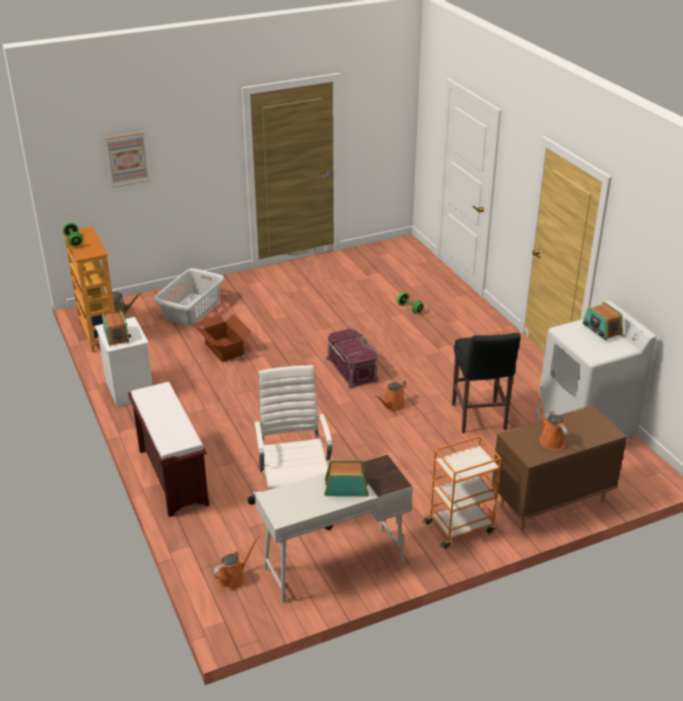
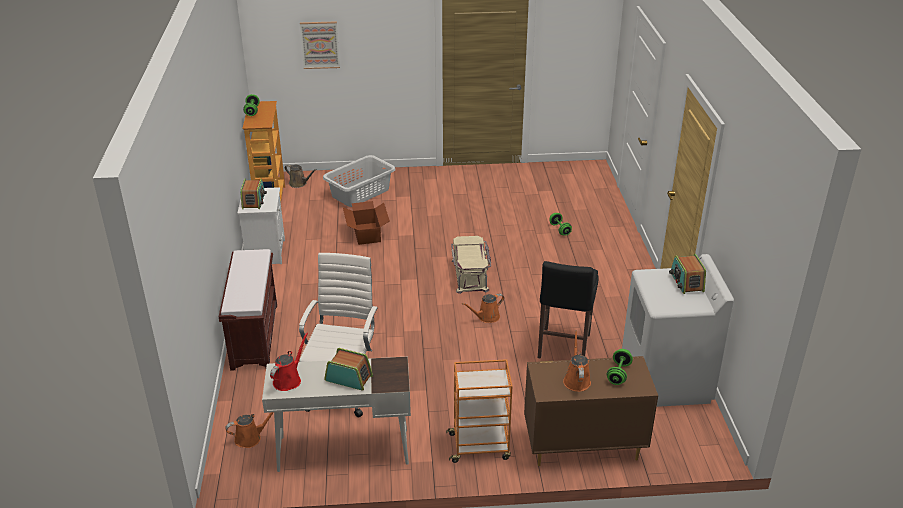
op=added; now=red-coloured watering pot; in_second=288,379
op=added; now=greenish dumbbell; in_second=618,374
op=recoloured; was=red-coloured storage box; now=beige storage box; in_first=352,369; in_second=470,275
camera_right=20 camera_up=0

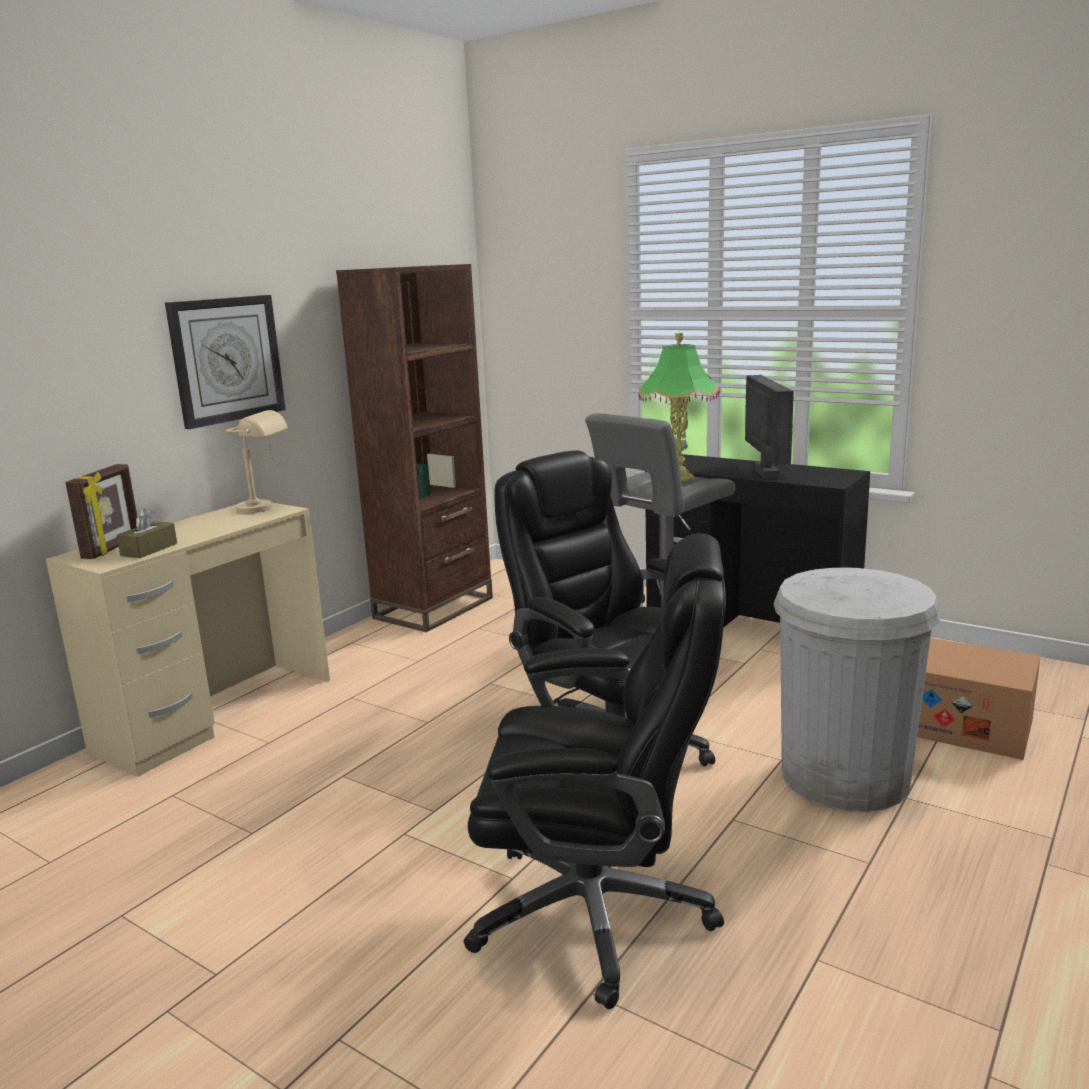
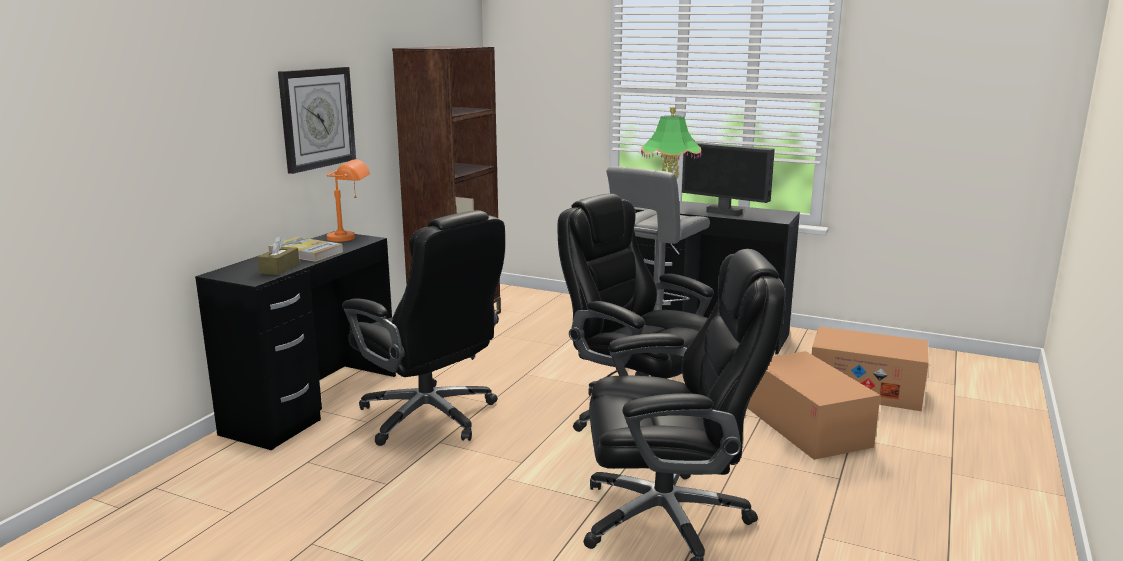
op=removed; was=picture frame; in_first=113,548
op=added; now=book; in_second=306,252
op=added; now=black-coloured office chair; in_second=430,417
op=replaced; was=white-coloured waste bin; now=packing box; in_first=844,776; in_second=807,426
op=recoloured; was=beige desk unit; now=black-coloured desk unit; in_first=216,713; in_second=313,403
op=recoloured; was=beige tabletop lamp; now=orange tabletop lamp; in_first=266,508; in_second=351,238
op=turned; was=computer display; in_first=764,473; in_second=724,213; clockwise=135
camera_right=-10 camera_up=0

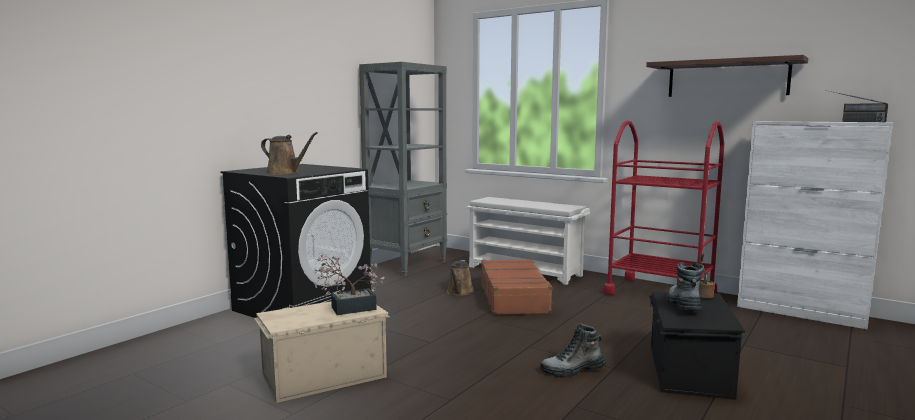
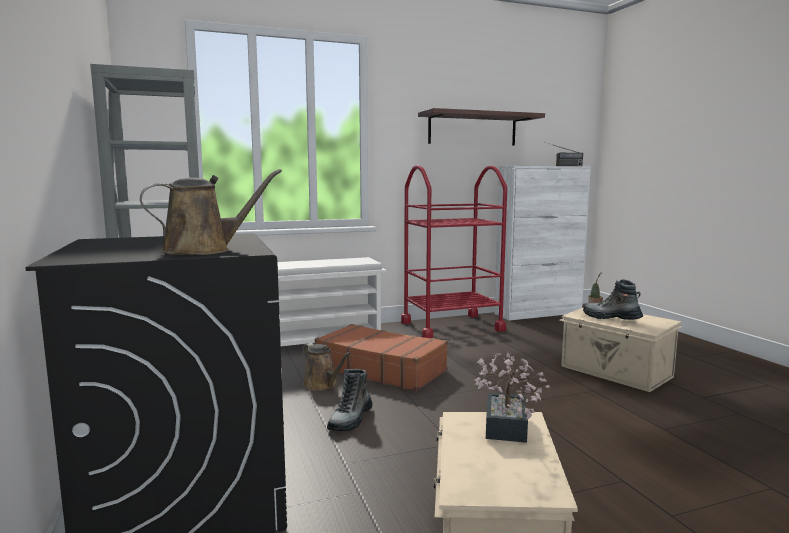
op=moved; was=tall boot; in_first=572,370; in_second=351,419
op=recoloured; was=black-coloured storage box; now=beige storage box; in_first=687,371; in_second=616,372
camera_right=-55 camera_up=0

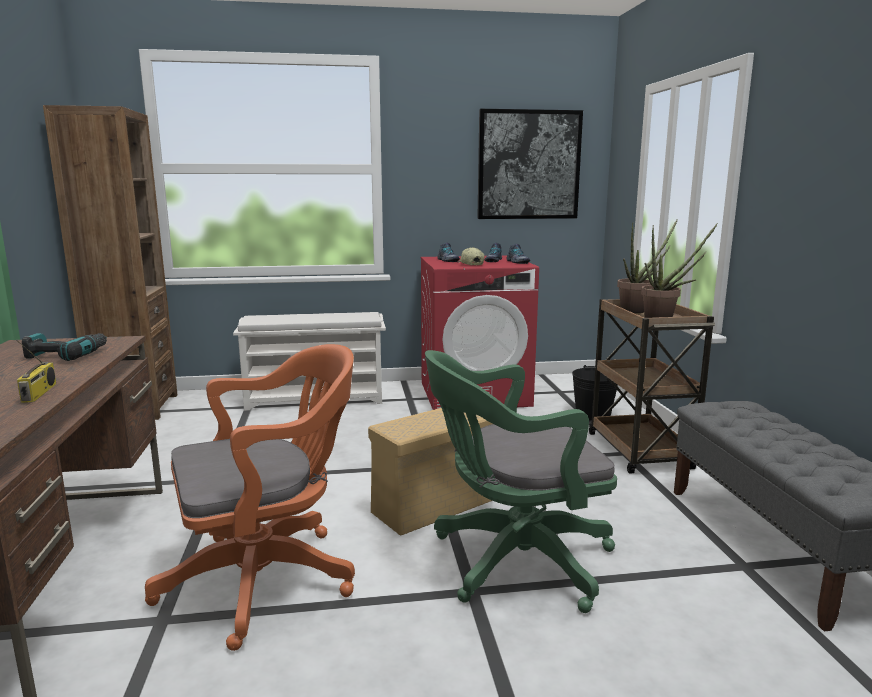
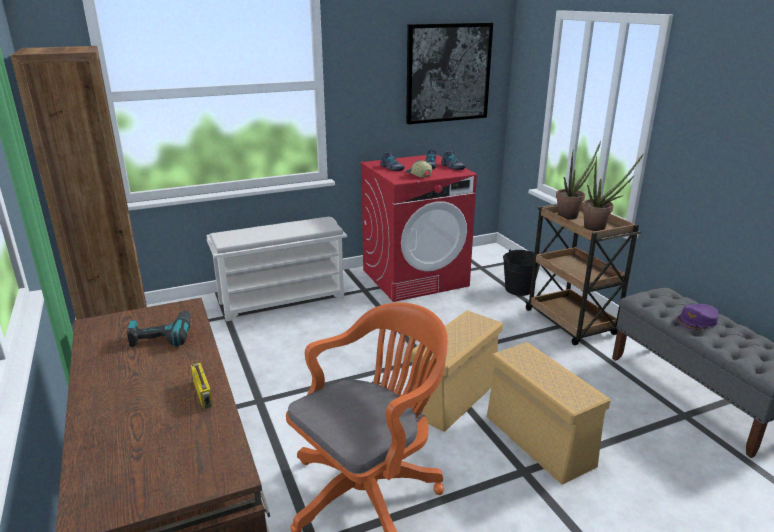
op=added; now=purplish peaked cap; in_second=697,321
op=replaced; was=greenish office chair; now=beige storage box; in_first=513,561; in_second=537,440
camera_right=-15 camera_up=10

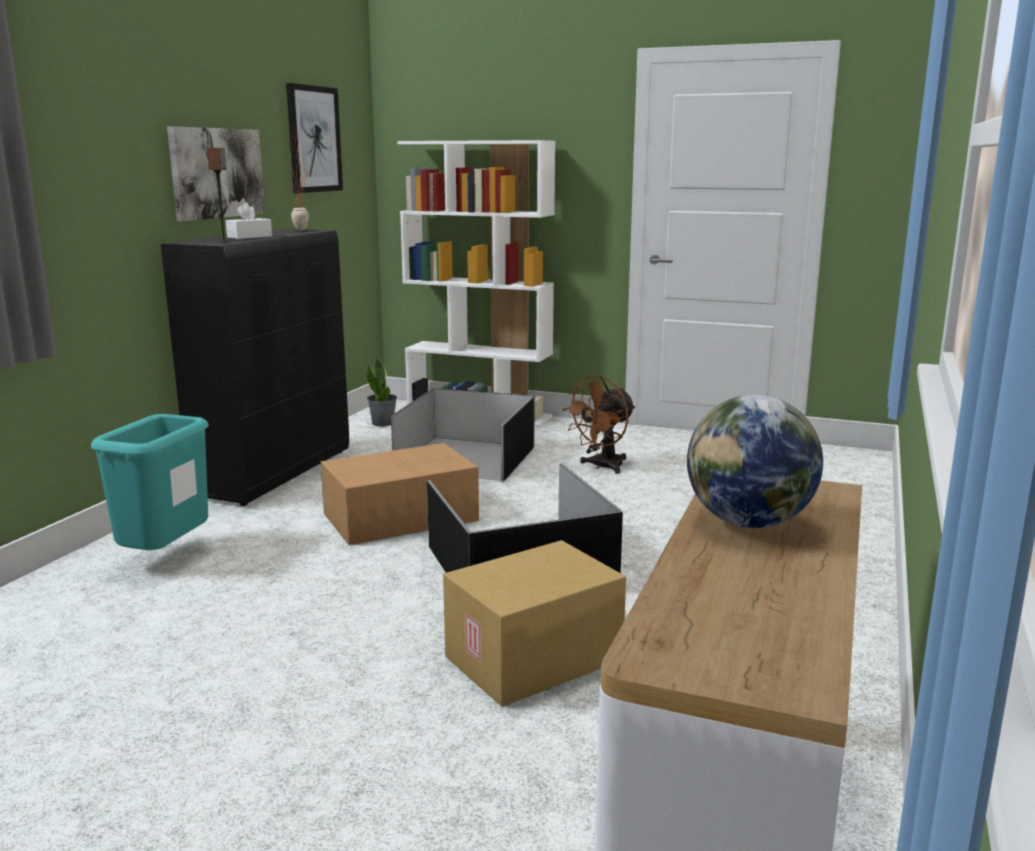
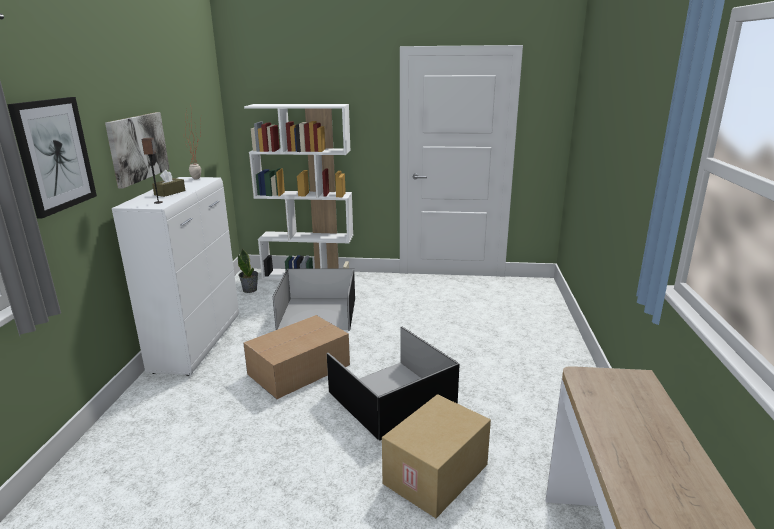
op=removed; was=blue-green waste bin; in_first=166,557
op=removed; was=brown cooling fan; in_first=602,467
op=removed; was=globe; in_first=749,523
op=moved; was=wall picture; in_first=313,139; in_second=54,155
op=recoloured; was=black-coloured cupboard; now=white-coloured cupboard; in_first=276,473; in_second=197,343
op=recoloured; was=white-coloured tissue holder; now=brown tissue holder; in_first=249,237; in_second=170,193
camera_right=-15 camera_up=5

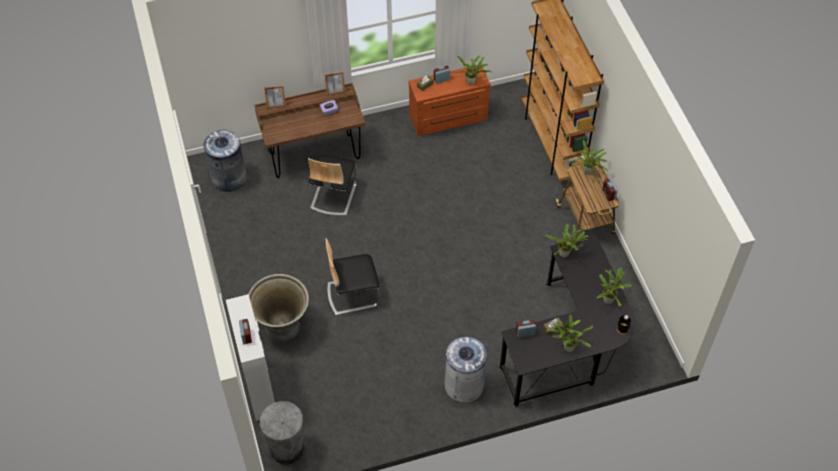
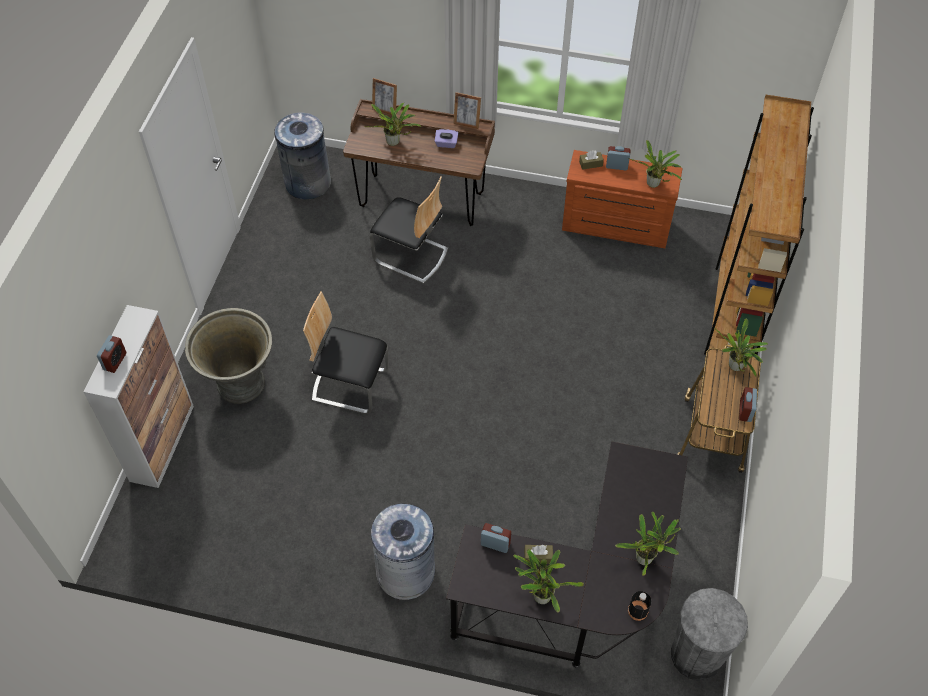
op=moved; was=grey waste bin; in_first=287,448; in_second=696,654
op=moved; was=houseplant; in_first=565,254; in_second=394,143
op=turned; was=upright chair; in_first=333,195; in_second=411,256; clockwise=-105
camera_right=30 camera_up=0

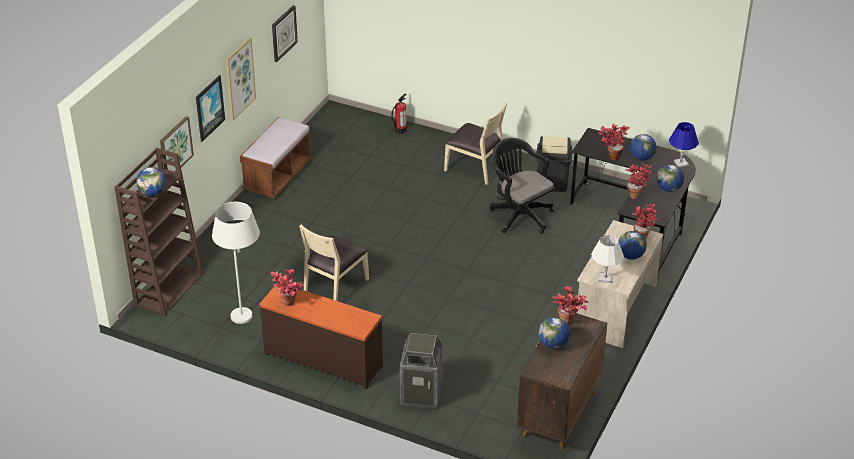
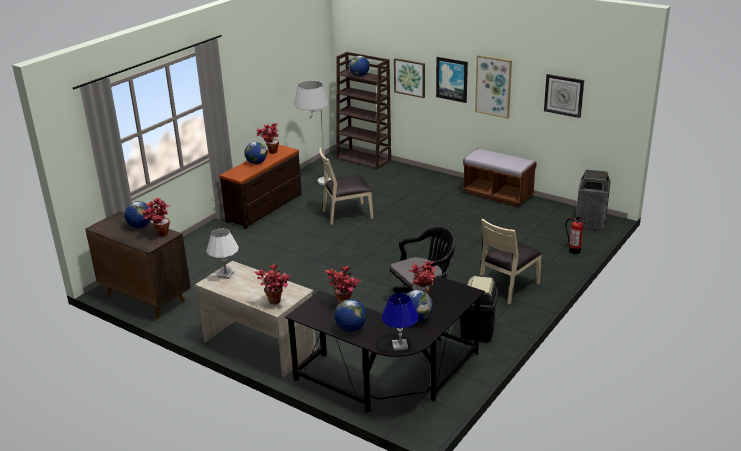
op=moved; was=waste bin; in_first=421,394; in_second=590,223
op=moved; was=globe; in_first=630,256; in_second=256,163
op=turned; was=beige upright chair; in_first=335,286; in_second=347,214; clockwise=-60
camera_right=100 camera_up=-10

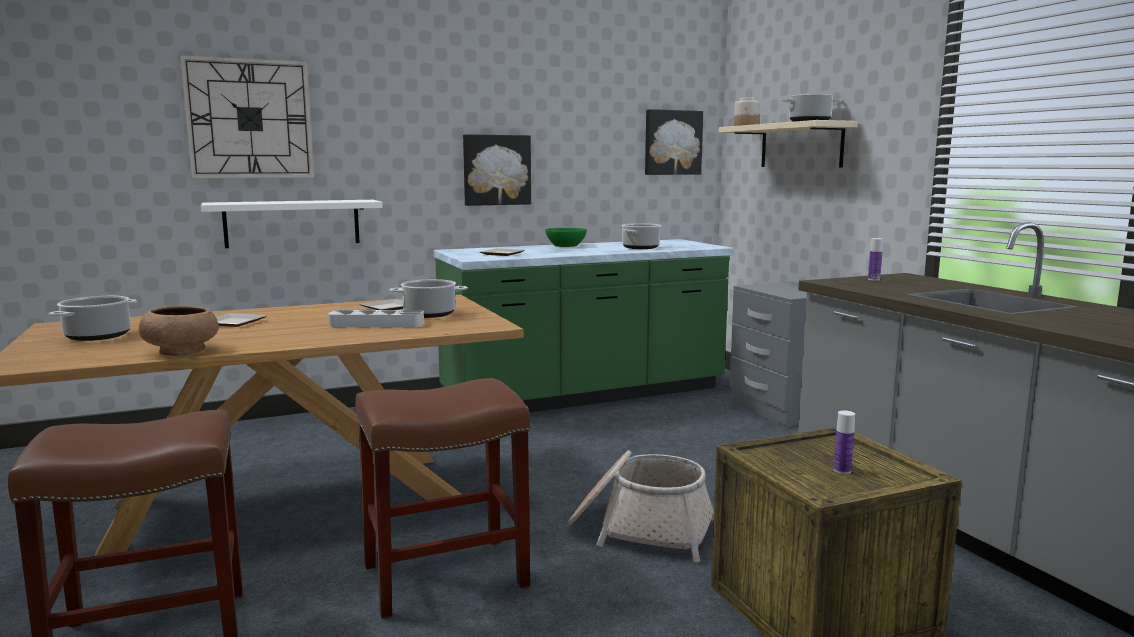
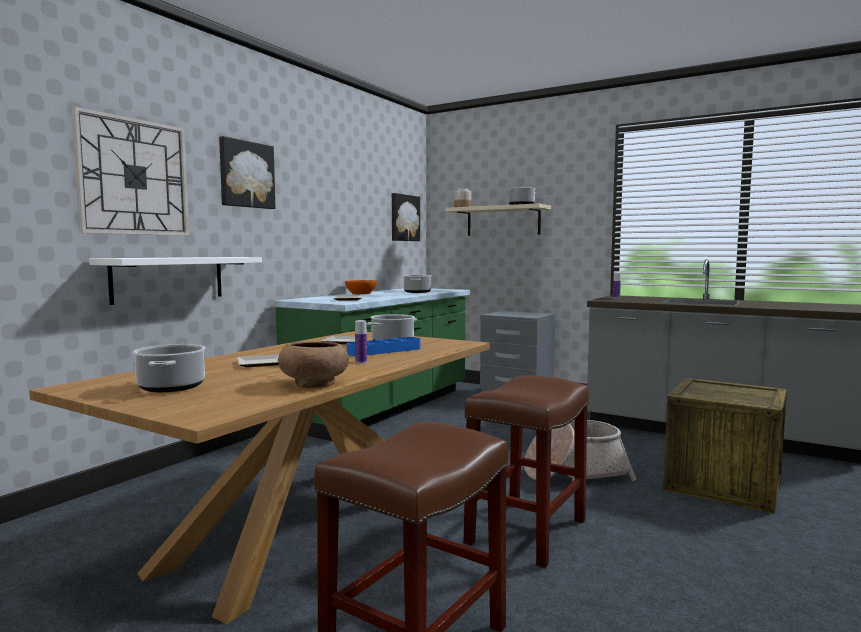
op=moved; was=wall picture; in_first=496,170; in_second=246,174
op=moved; was=drink bottle; in_first=842,470; in_second=361,362
op=recoloured; was=grey serving tray; now=blue-coloured serving tray; in_first=376,324; in_second=384,351
op=recoloured; was=greenish serving bowl; now=orange serving bowl; in_first=566,245; in_second=361,293
camera_right=-35 camera_up=-5

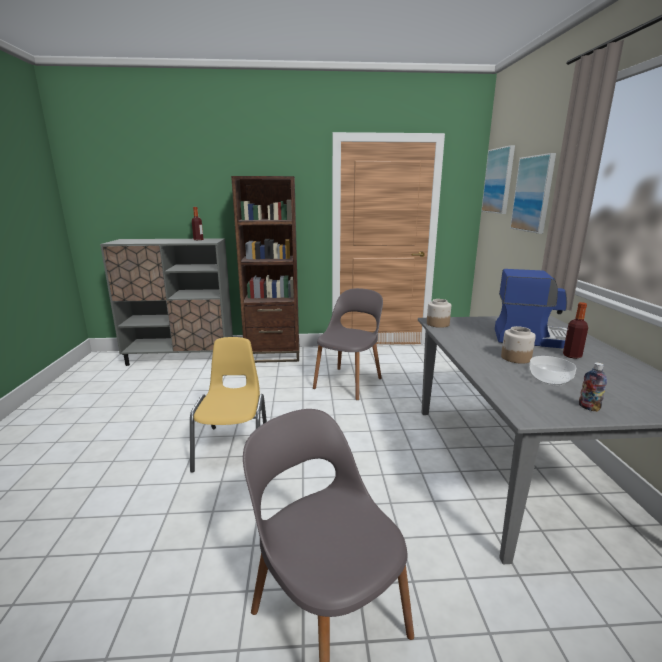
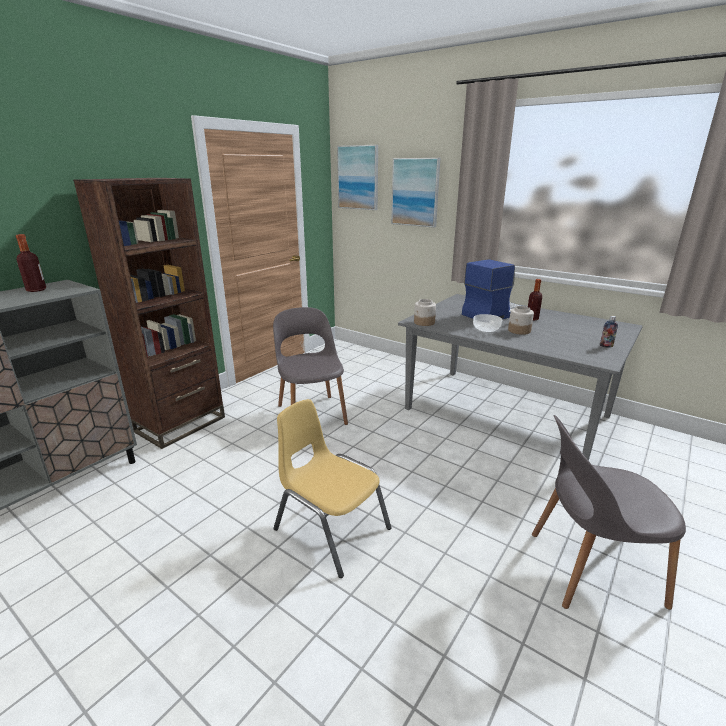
op=moved; was=serving bowl; in_first=549,379; in_second=486,330
camera_right=-50 camera_up=5

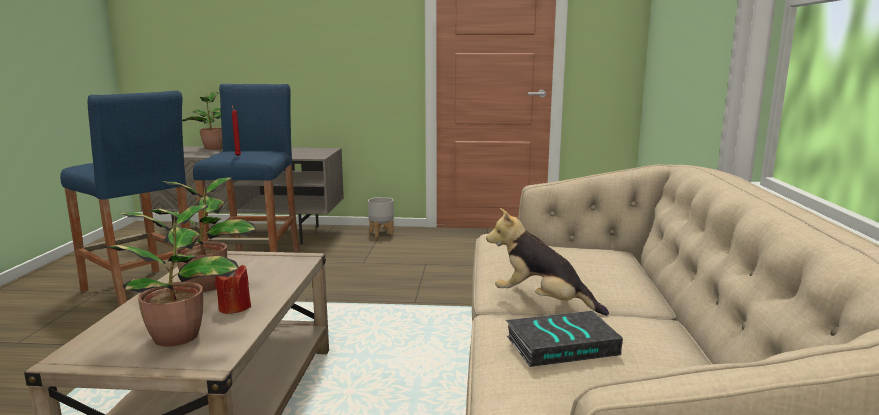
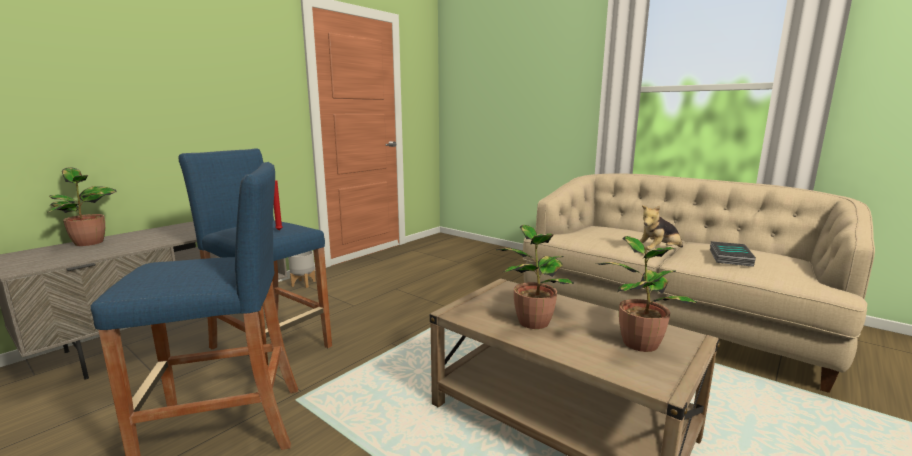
op=removed; was=red-coloured wax light; in_first=234,308
camera_right=-55 camera_up=0

